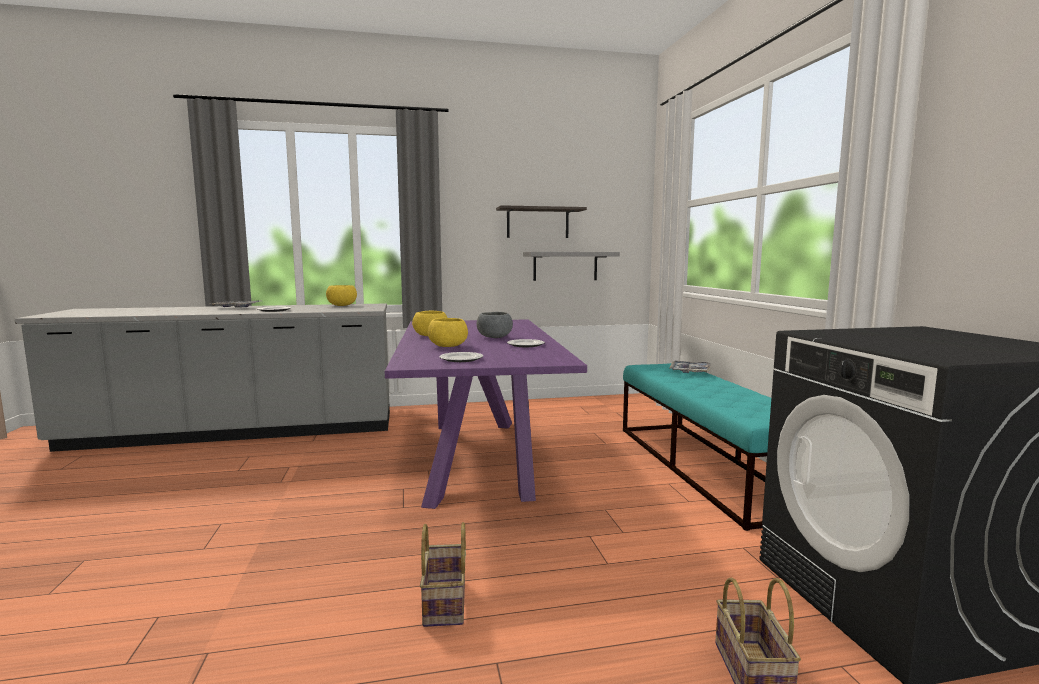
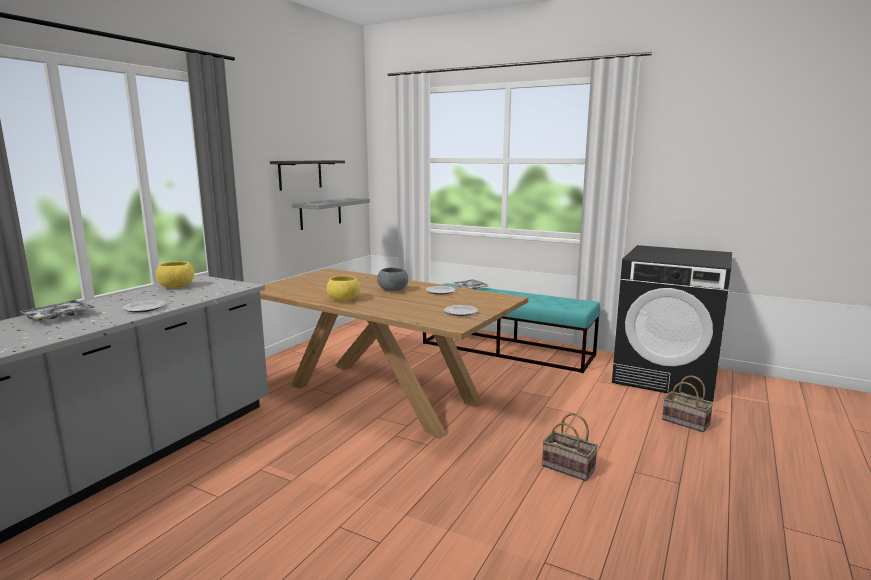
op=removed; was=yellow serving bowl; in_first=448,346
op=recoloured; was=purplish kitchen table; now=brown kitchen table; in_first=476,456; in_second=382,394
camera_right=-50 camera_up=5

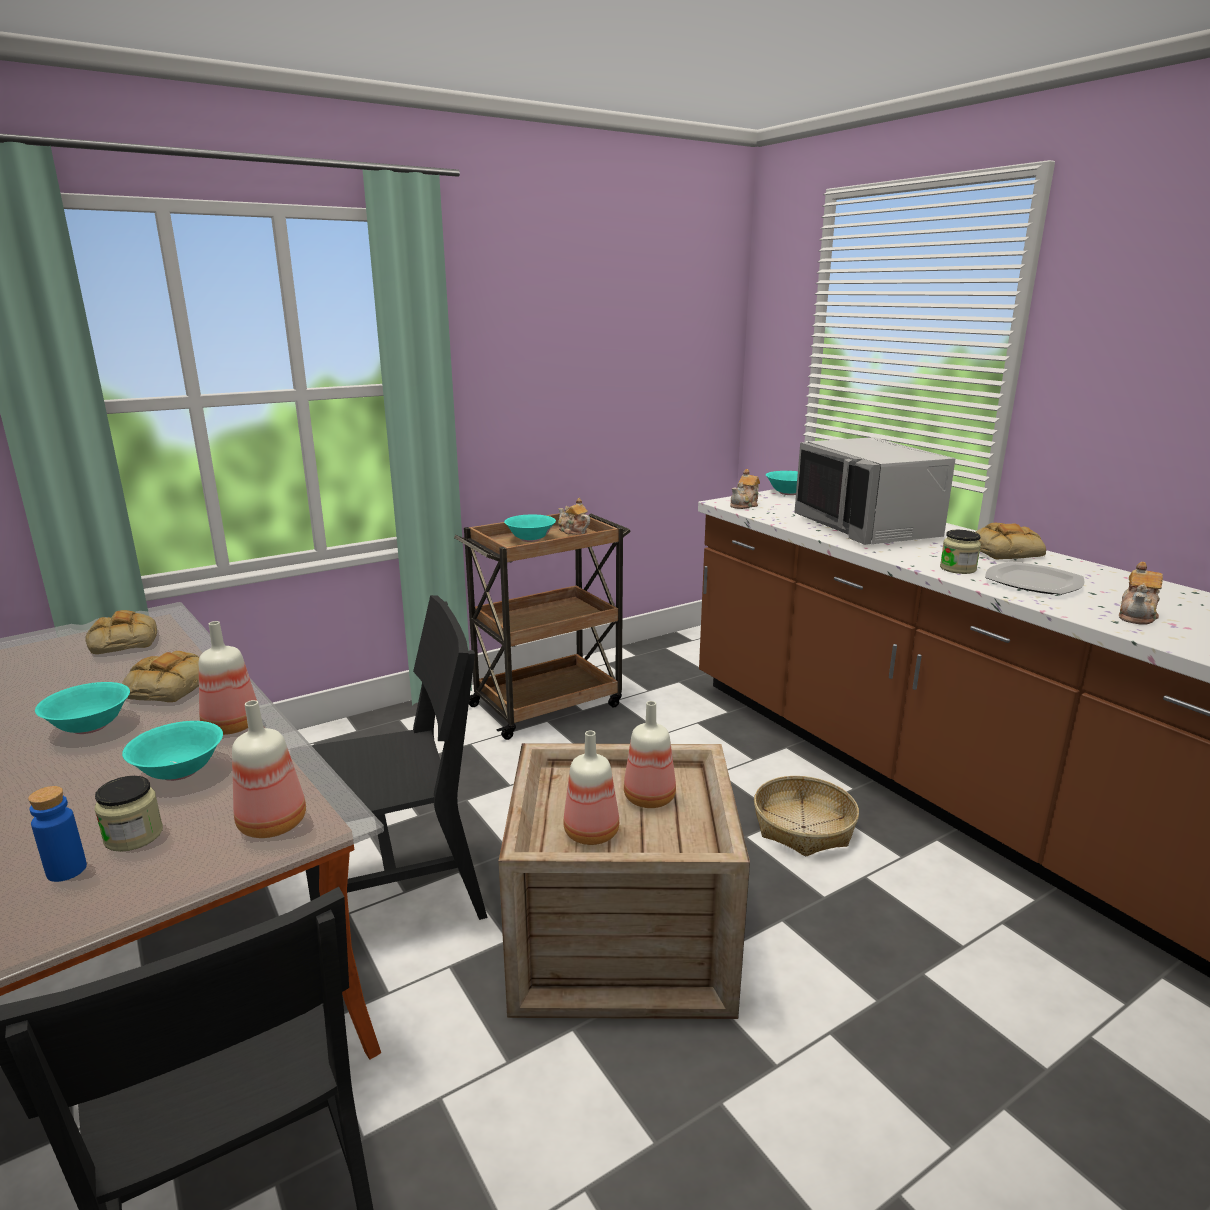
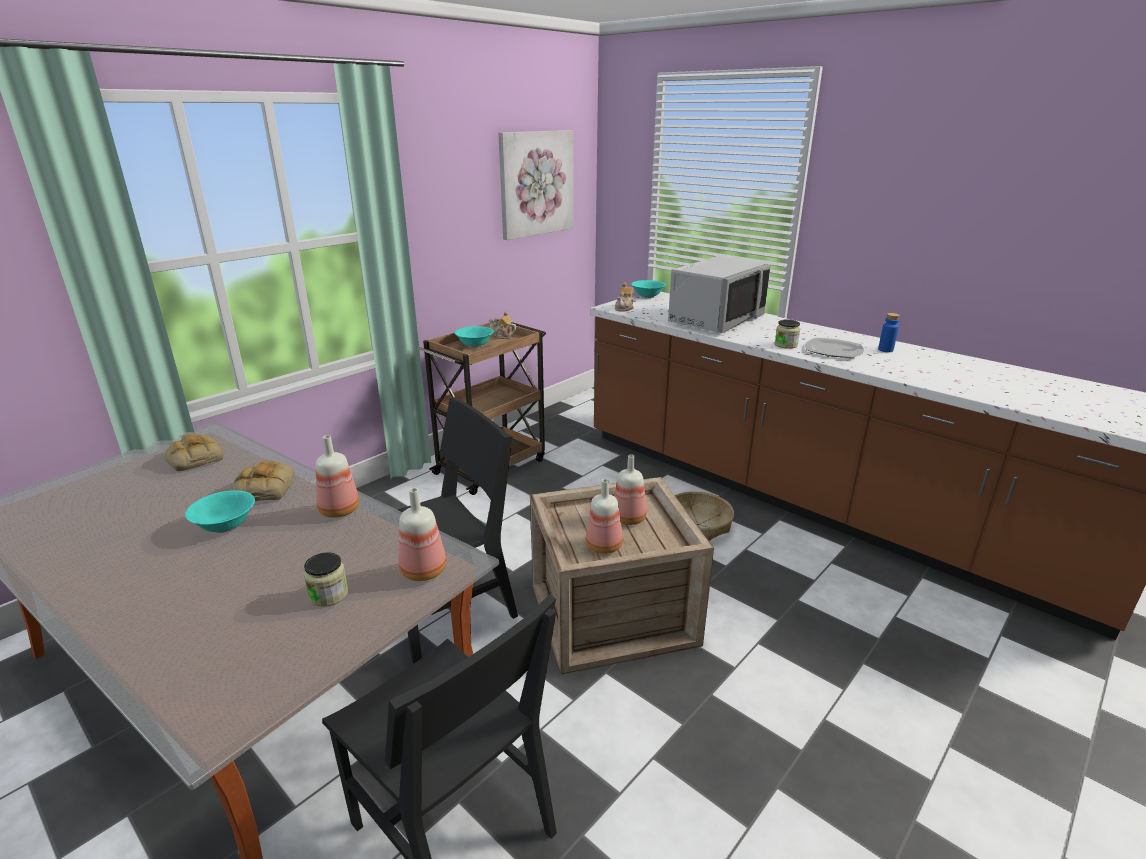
op=removed; was=blue-green serving bowl; in_first=179,771
op=removed; was=baked bread; in_first=1004,551
op=removed; was=pot for tea; in_first=1137,616
op=added; now=wall picture; in_second=535,183
op=moved; was=blue-coloured drink bottle; in_first=66,870; in_second=885,350
op=turned; was=grey microwave; in_first=867,528; in_second=715,320; clockwise=-105
camera_right=-15 camera_up=5

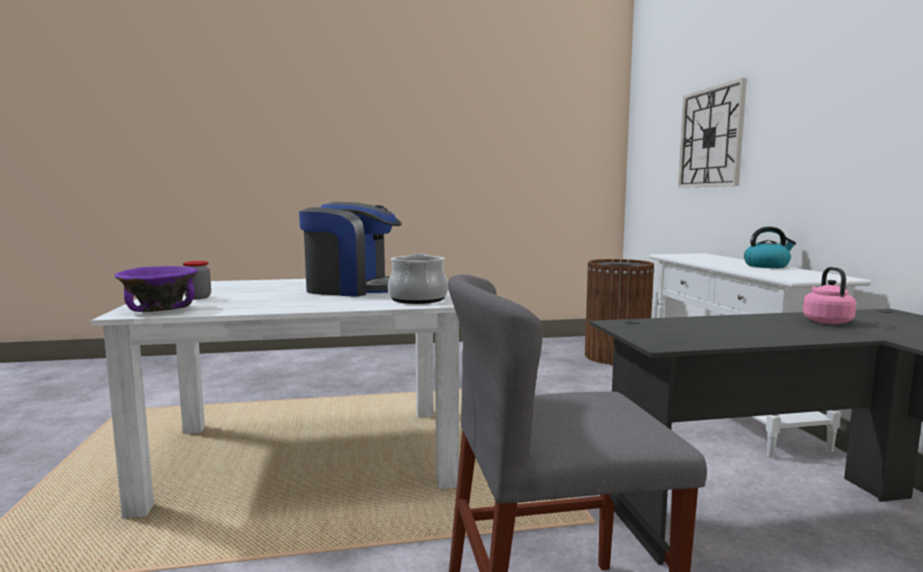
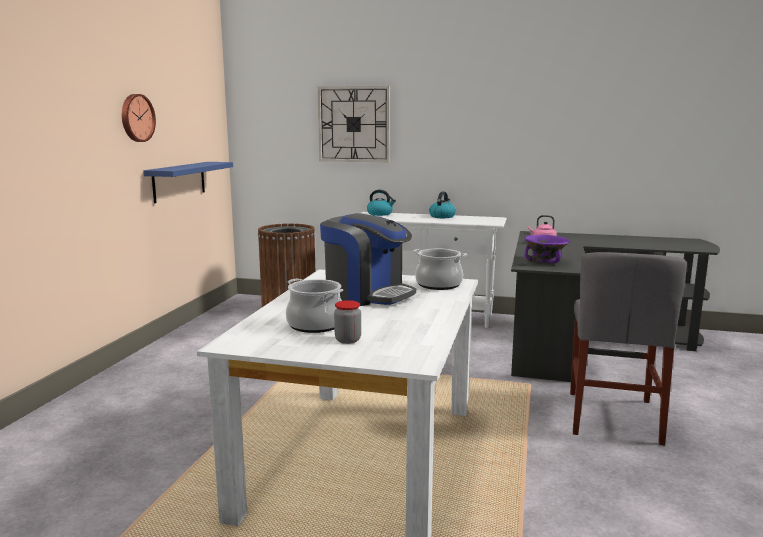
op=added; now=clock on the wall; in_second=136,118
op=added; now=blue-coloured wall shelf; in_second=179,181
op=added; now=stockpot; in_second=315,325
op=added; now=tea kettle; in_second=380,214
op=moved; was=purplish serving bowl; in_first=160,310; in_second=544,261
op=turned; was=coffee brewer; in_first=352,289; in_second=367,294; clockwise=90
camera_right=-65 camera_up=5

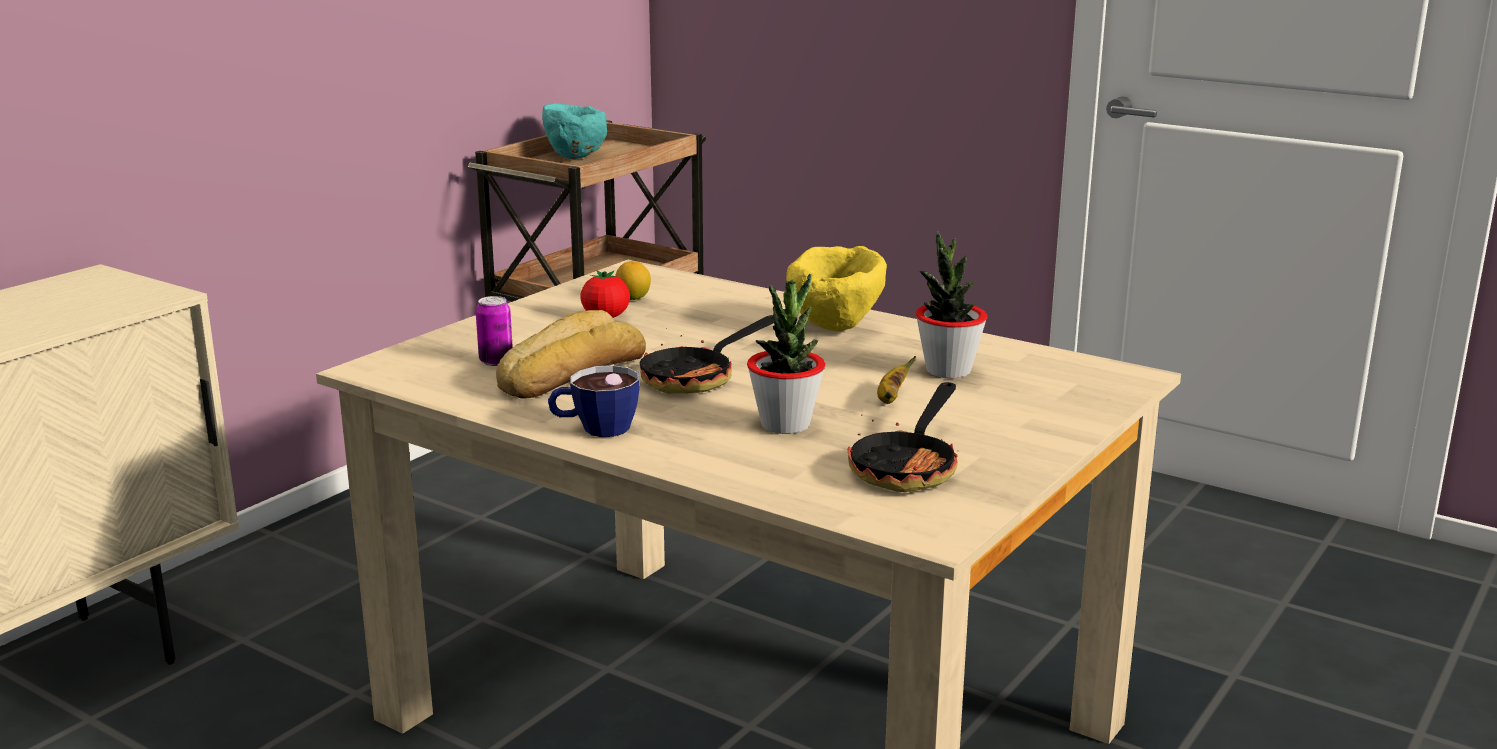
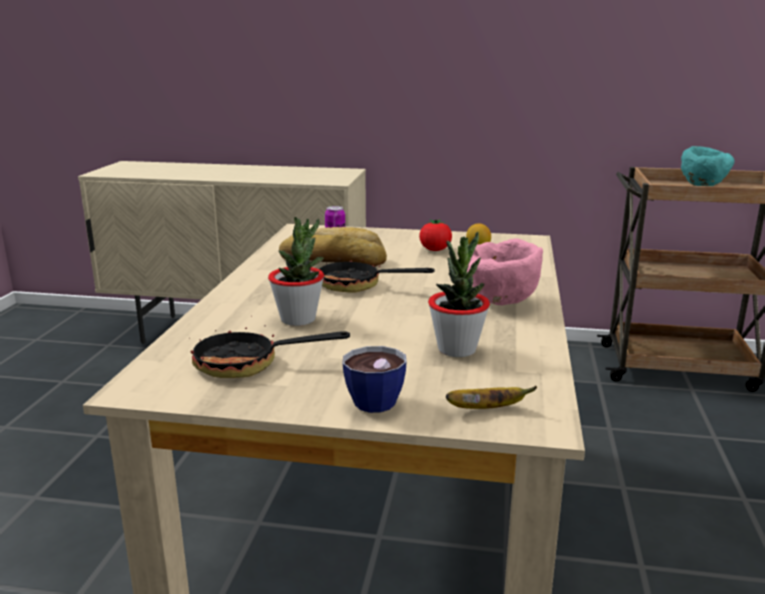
op=moved; was=cup; in_first=595,429; in_second=369,398
op=moved; was=banana; in_first=891,398; in_second=487,409
op=recoloured; was=yellow serving bowl; now=pinkish serving bowl; in_first=835,328; in_second=501,302
camera_right=65 camera_up=0

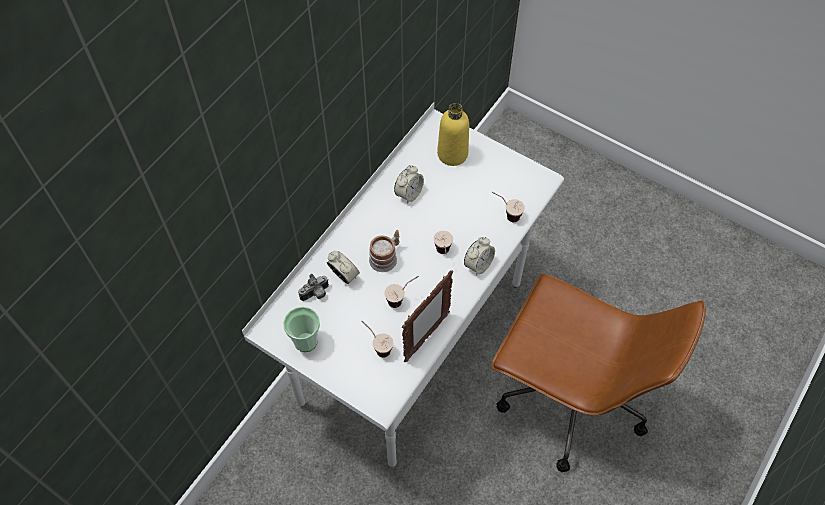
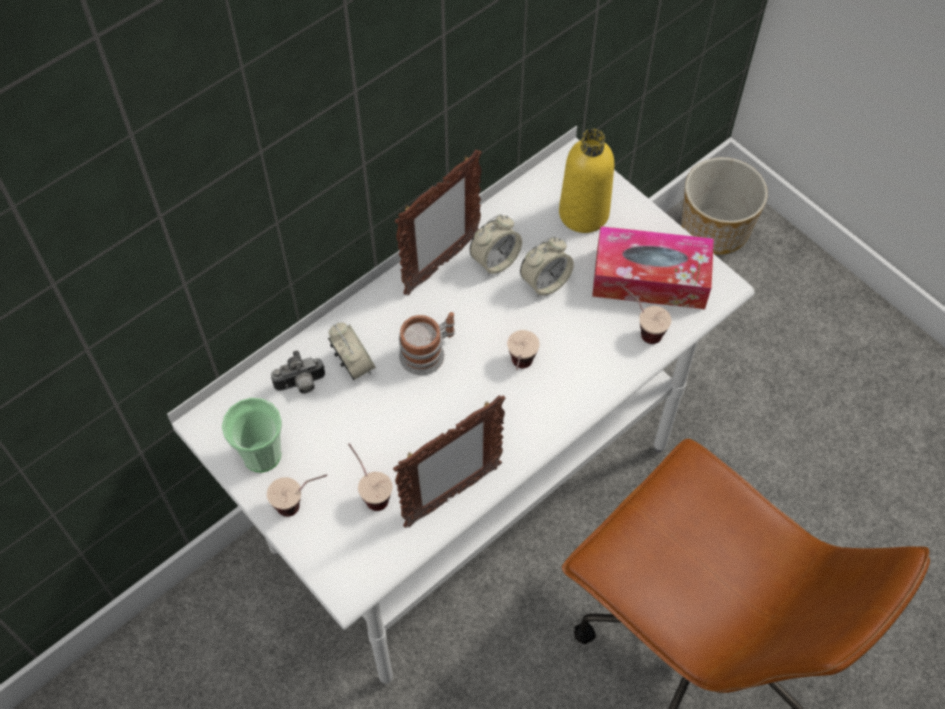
op=added; now=picture frame; in_second=441,265
op=added; now=tissue holder; in_second=650,278
op=added; now=flower pot; in_second=716,228
op=moved; was=cup; in_first=402,299; in_second=302,504
op=moved; was=alarm clock; in_first=478,264; in_second=545,282
camera_right=15 camera_up=0

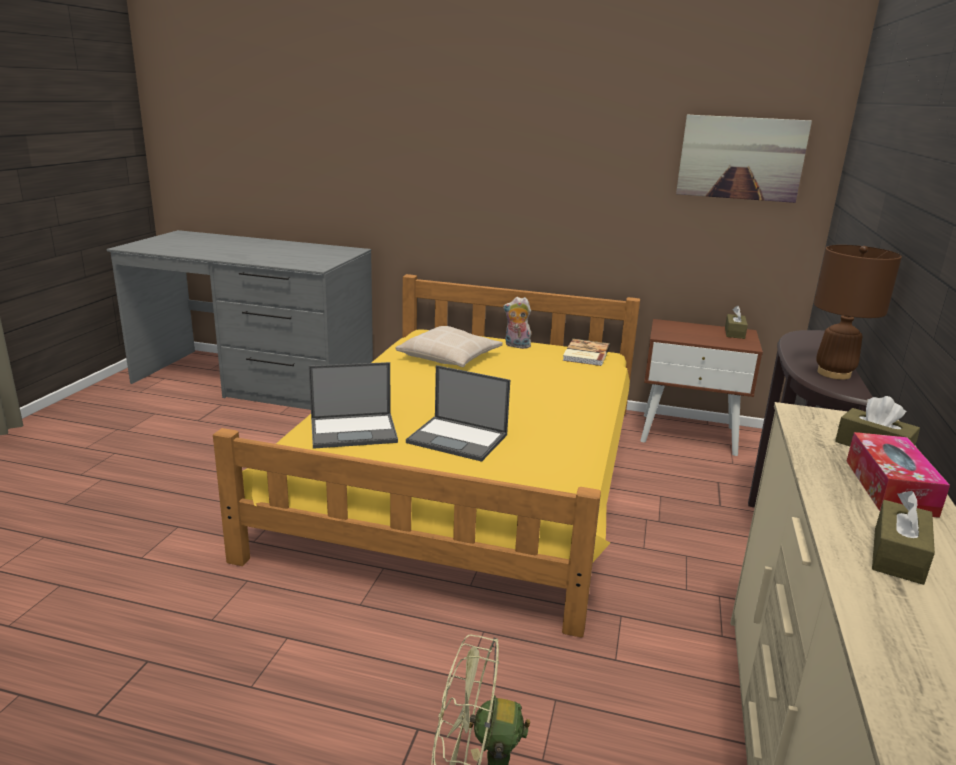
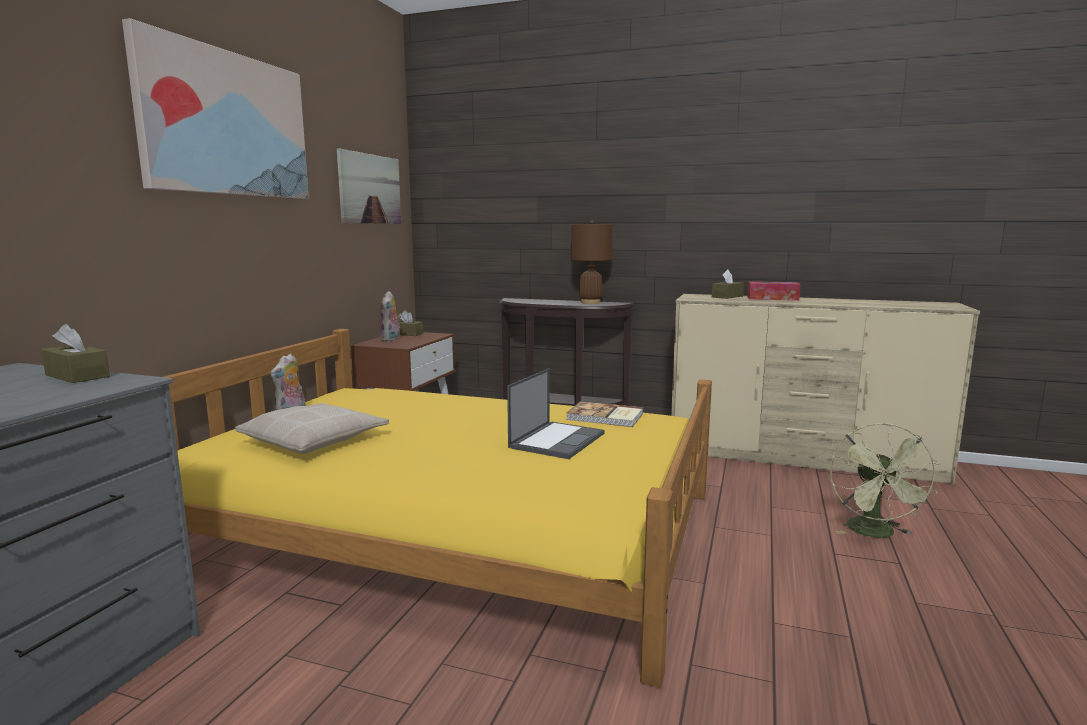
op=removed; was=portable computer; in_first=354,431
op=added; now=wall picture; in_second=226,124
op=added; now=cuddly toy; in_second=391,339
op=moved; was=book; in_first=585,354; in_second=605,417
op=moved; was=brown tissue holder; in_first=898,555; in_second=77,376
camera_right=-85 camera_up=-10

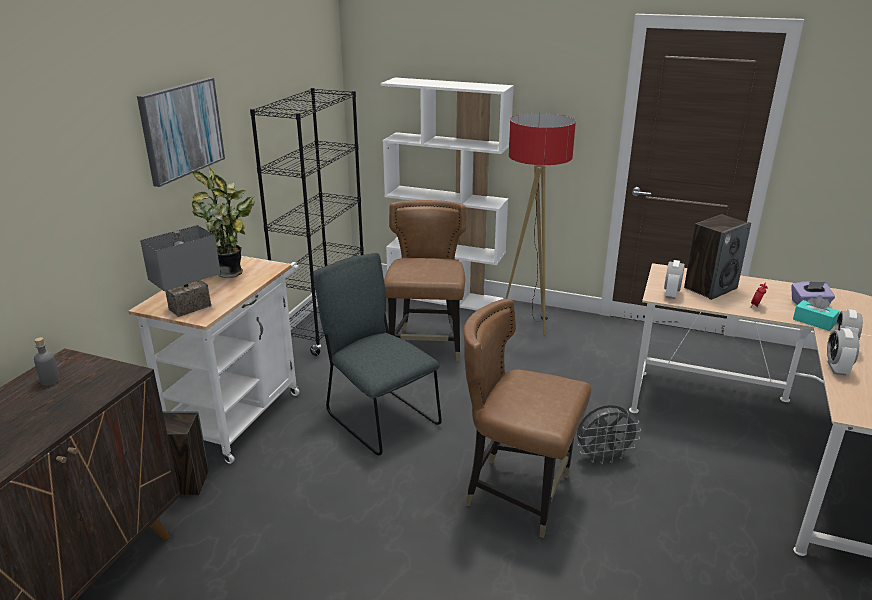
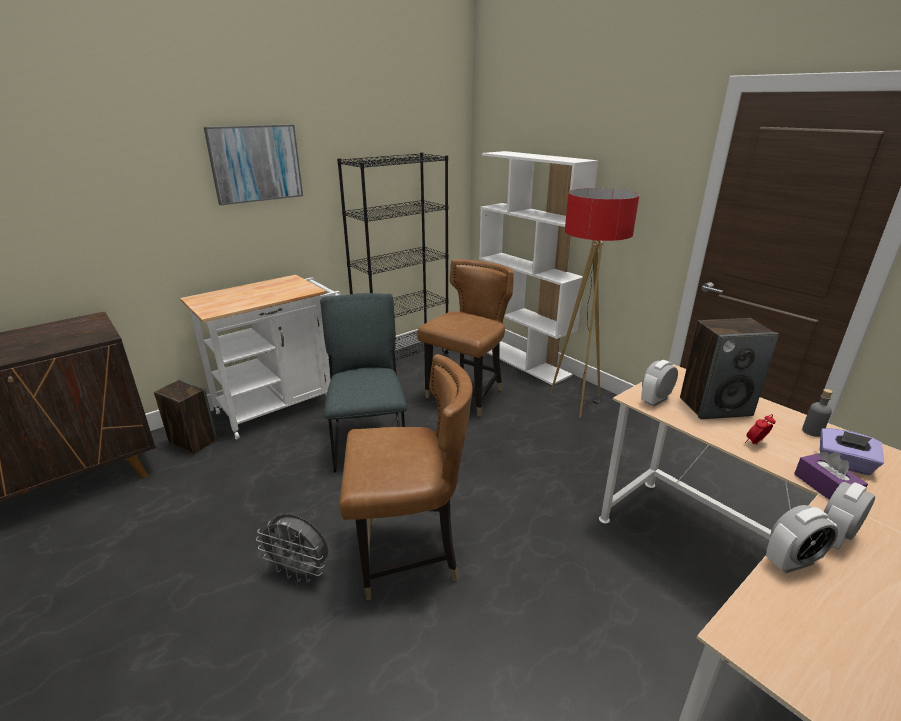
op=removed; was=grey tabletop lamp; in_first=189,307
op=removed; was=houseplant; in_first=233,273
op=moved; was=grey drink bottle; in_first=50,380; in_second=812,431
op=moved; was=grey cooling fan; in_first=603,457; in_second=300,571
op=recoloured; was=blue-green tissue holder; now=purplish tissue holder; in_first=814,322; in_second=825,487
op=turned; was=brown upright chair; in_first=518,493; in_second=409,554; clockwise=120
op=turned; was=alarm clock; in_first=836,368; in_second=791,562; clockwise=-150
camera_right=30 camera_up=0

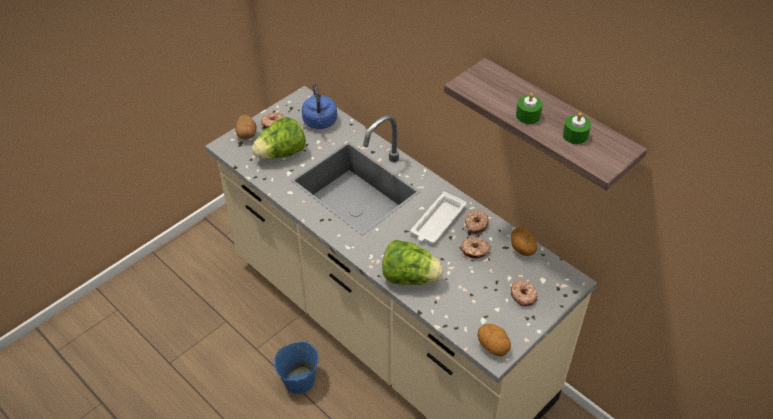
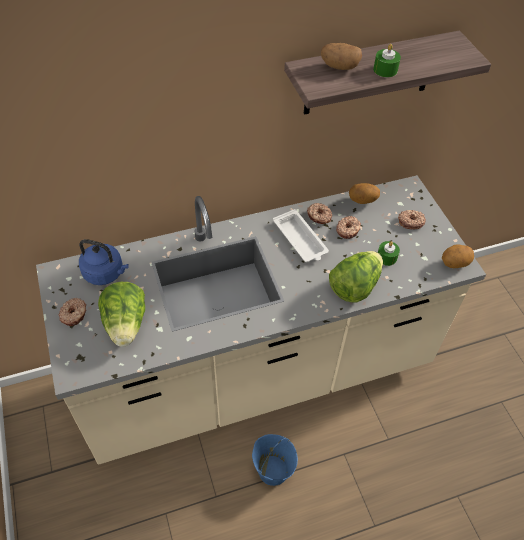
op=moved; was=spud; in_first=246,134; in_second=339,66
op=moved; was=greenish wax light; in_first=575,135; in_second=386,257
camera_right=-65 camera_up=5

